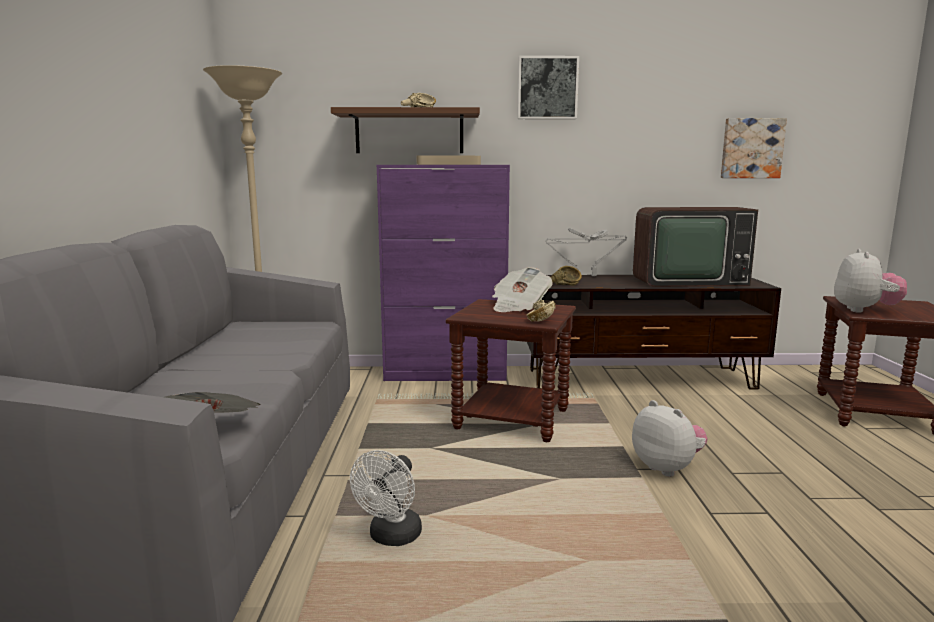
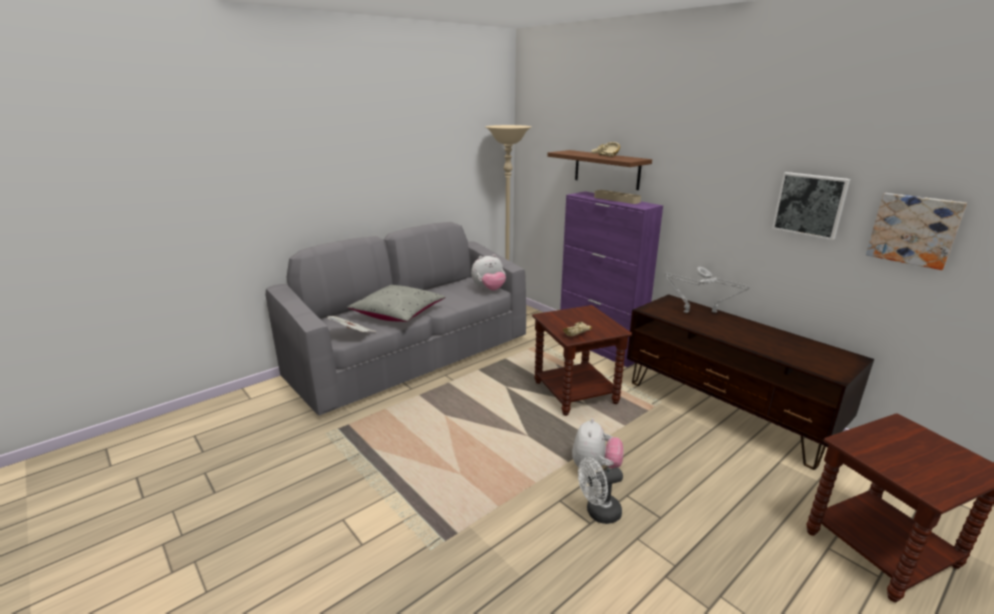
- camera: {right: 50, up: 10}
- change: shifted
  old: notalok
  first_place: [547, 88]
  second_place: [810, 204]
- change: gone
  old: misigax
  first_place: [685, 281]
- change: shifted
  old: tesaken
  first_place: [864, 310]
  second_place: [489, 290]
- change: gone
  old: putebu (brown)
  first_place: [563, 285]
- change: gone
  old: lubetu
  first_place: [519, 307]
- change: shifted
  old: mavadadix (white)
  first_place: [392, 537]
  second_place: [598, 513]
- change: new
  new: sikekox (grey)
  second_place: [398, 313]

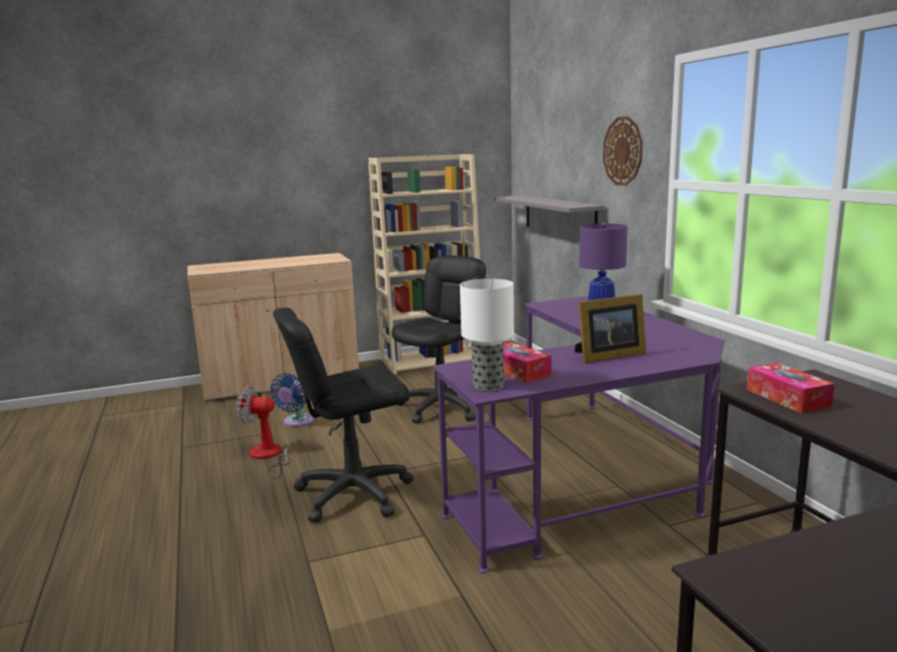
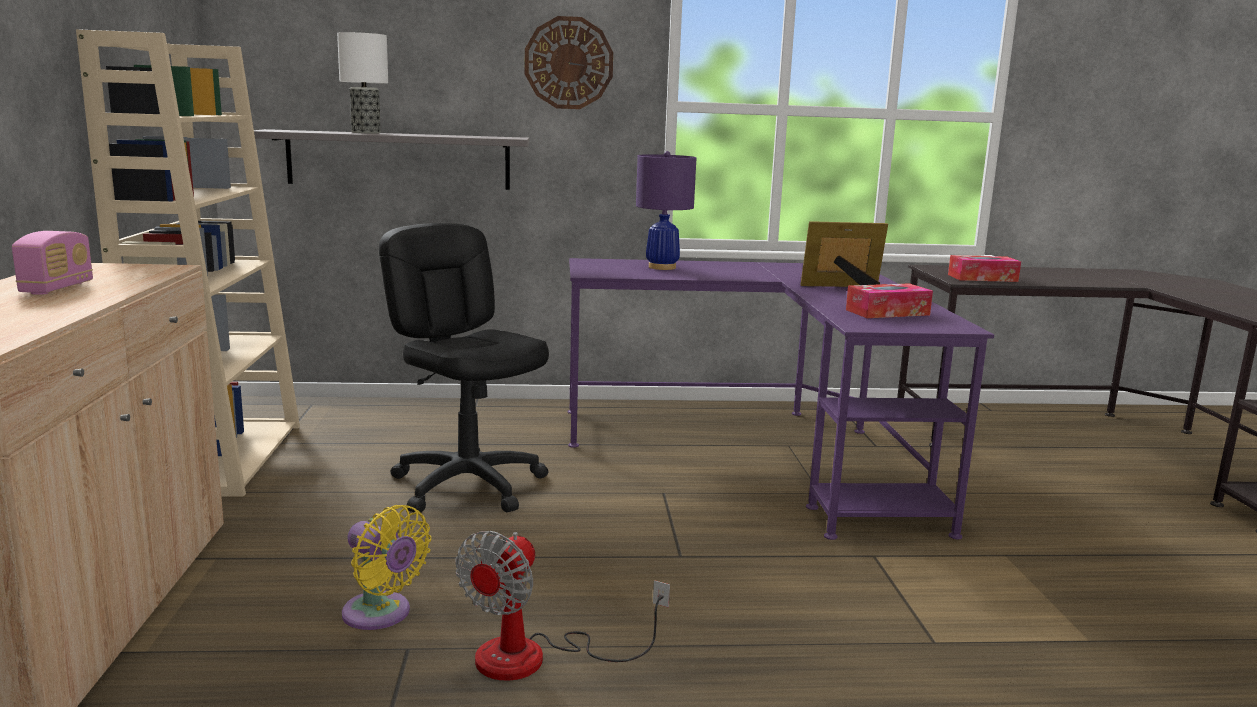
- camera: {right: -75, up: 0}
- change: shifted
  old: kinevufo
  first_place: [488, 385]
  second_place: [365, 132]
- change: rotated
  old: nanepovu
  first_place: [607, 356]
  second_place: [844, 288]
  degrees: -90
- change: gone
  old: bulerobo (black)
  first_place: [353, 494]
- change: repainted
  old: mavadadix (blue)
  new: mavadadix (yellow)
  first_place: [296, 422]
  second_place: [381, 614]
- change: new
  new: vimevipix
  second_place: [57, 288]

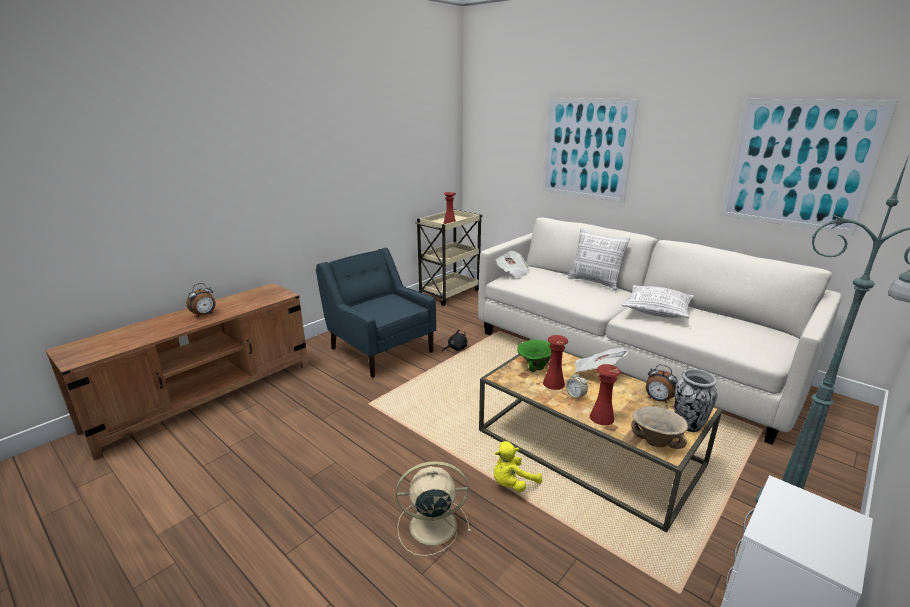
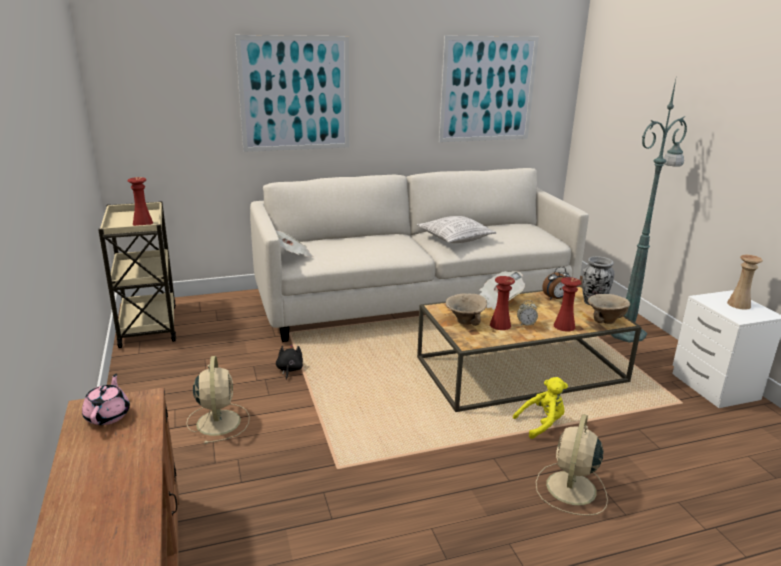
- camera: {right: -60, up: 0}
- change: gone
  old: sikekox
  first_place: [594, 282]
- change: swapped
  old: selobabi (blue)
  new: mavadadix (beige)
  first_place: [380, 349]
  second_place: [218, 421]
- change: gone
  old: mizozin
  first_place: [204, 315]
- change: repainted
  old: putebu (green)
  new: putebu (beige)
  first_place: [535, 366]
  second_place: [464, 322]
- change: rotated
  old: tesaken (yellow)
  first_place: [512, 483]
  second_place: [542, 424]
  degrees: -105
- change: new
  new: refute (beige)
  second_place: [739, 304]
- change: new
  new: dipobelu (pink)
  second_place: [108, 415]

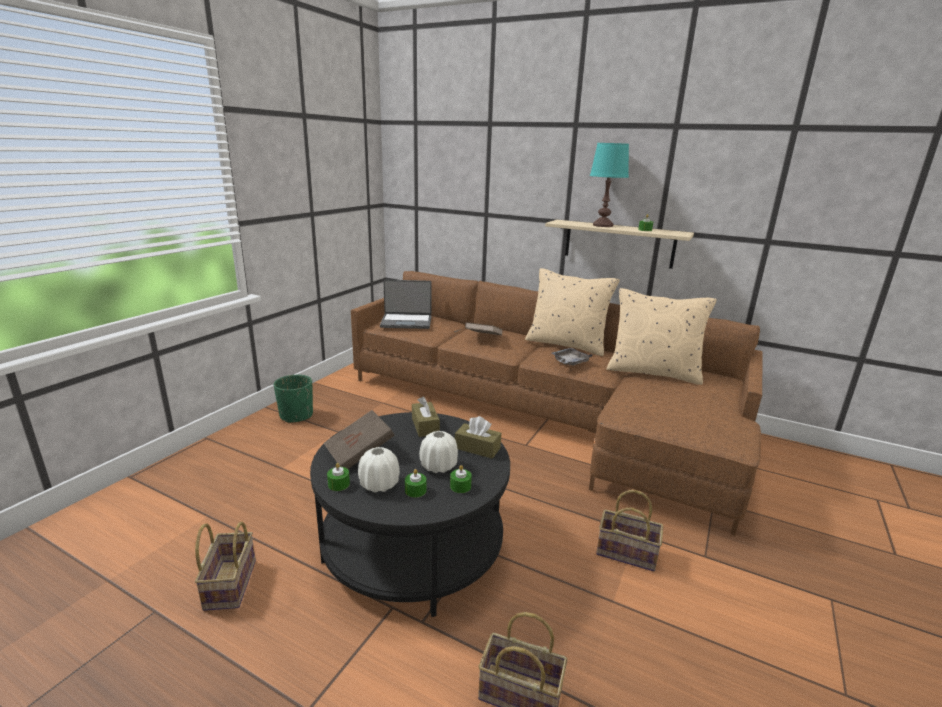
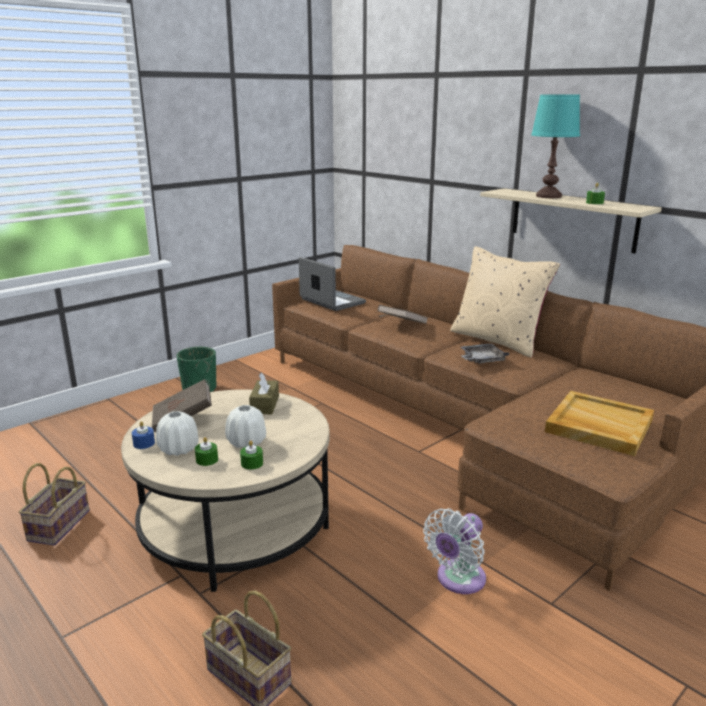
- camera: {right: 20, up: 0}
- change: rotated
  old: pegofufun
  first_place: [406, 322]
  second_place: [331, 301]
  degrees: -150
- change: gone
  old: sikekox (beige)
  first_place: [653, 372]
- change: repainted
  old: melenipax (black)
  new: melenipax (beige)
  first_place: [413, 544]
  second_place: [235, 525]
- change: gone
  old: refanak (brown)
  first_place: [477, 448]
- change: repainted
  old: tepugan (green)
  new: tepugan (blue)
  first_place: [339, 484]
  second_place: [144, 443]
- change: swapped
  old: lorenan
  new: mavadadix (white)
  first_place: [628, 553]
  second_place: [458, 580]
- change: new
  new: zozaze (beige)
  second_place: [598, 426]

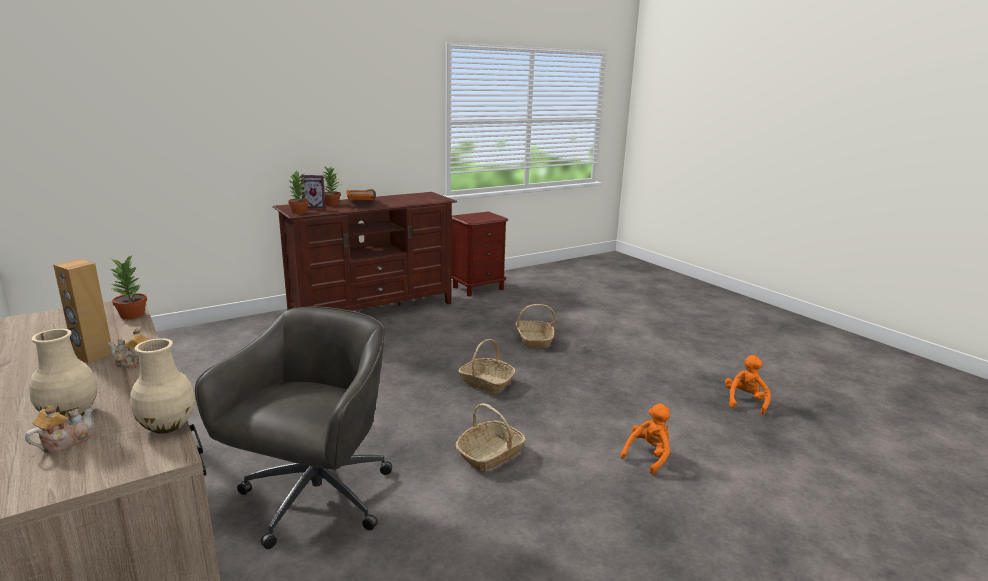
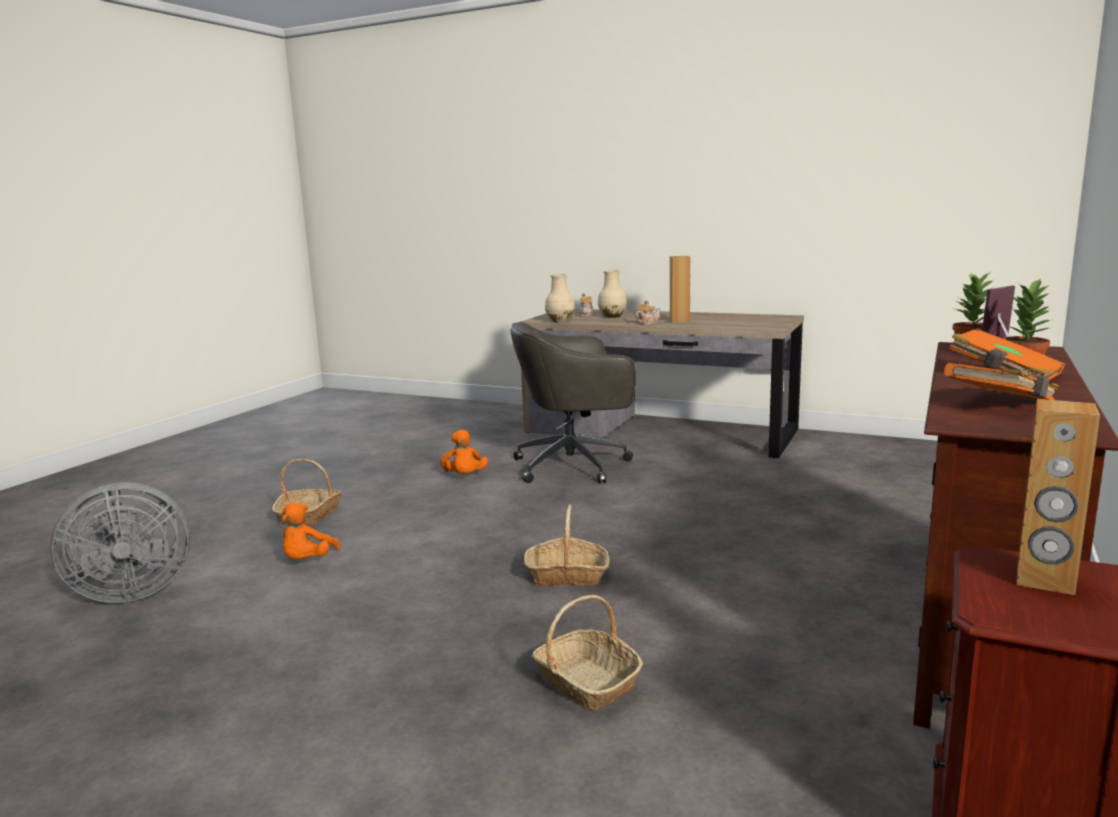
- camera: {right: 150, up: -5}
- change: gone
  old: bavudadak
  first_place: [133, 315]
- change: rotated
  old: bulerobo (grey)
  first_place: [314, 499]
  second_place: [575, 465]
  degrees: 90
- change: shifted
  old: tesaken (orange)
  first_place: [745, 401]
  second_place: [465, 477]
- change: shifted
  old: lorenan
  first_place: [490, 454]
  second_place: [309, 515]
- change: new
  new: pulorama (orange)
  second_place: [1001, 404]
- change: new
  new: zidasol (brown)
  second_place: [1045, 580]
- change: new
  new: mavadadix (grey)
  second_place: [128, 593]

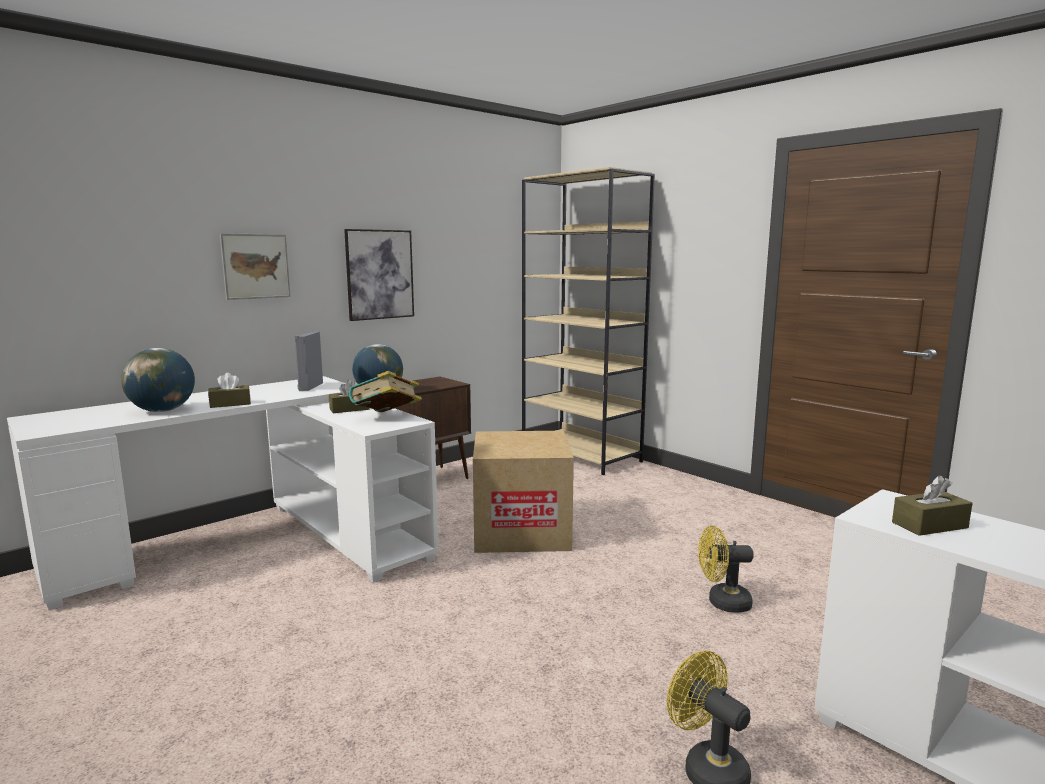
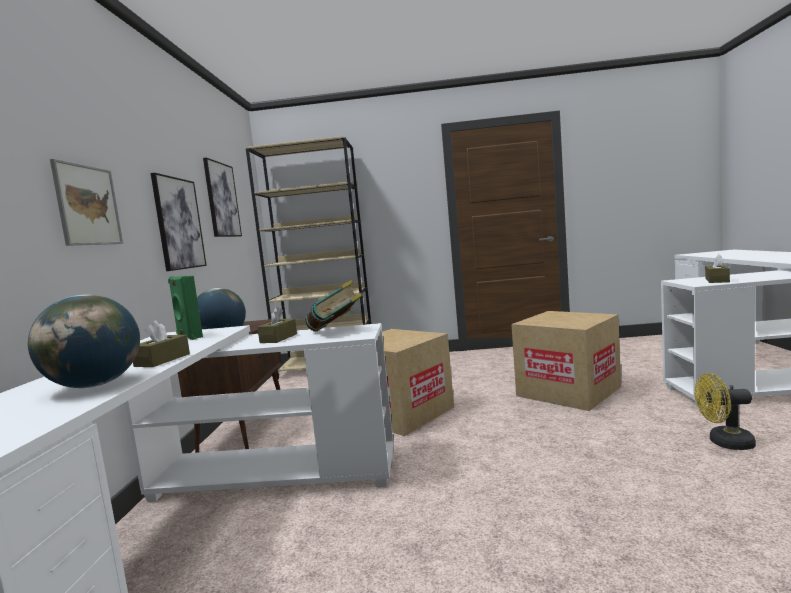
- camera: {right: -45, up: -5}
- change: repainted
  old: zidasol (grey)
  new: zidasol (green)
  first_place: [309, 387]
  second_place: [188, 336]
- change: swapped
  old: mavadadix (yellow)
  new: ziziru
  first_place: [722, 602]
  second_place: [568, 391]
- change: new
  new: notalok
  second_place: [222, 200]

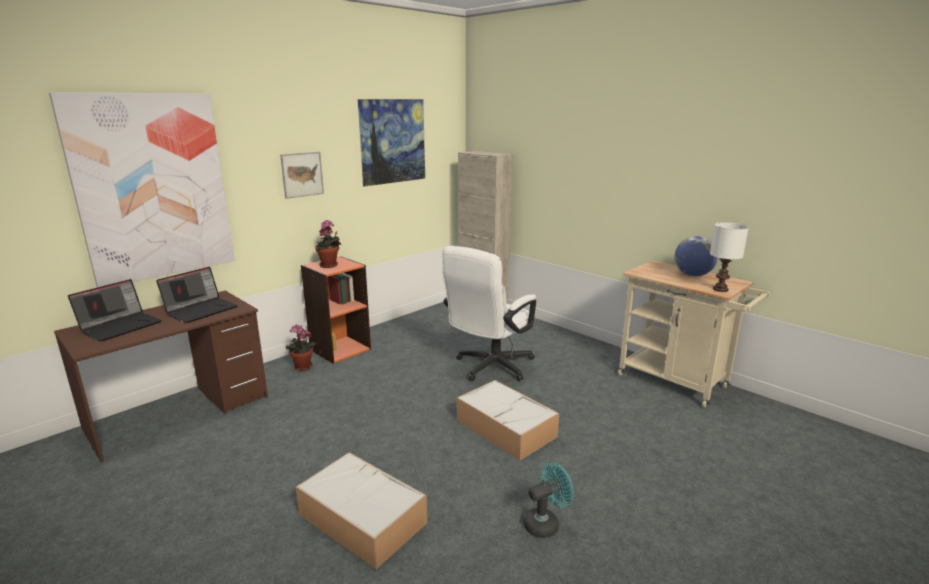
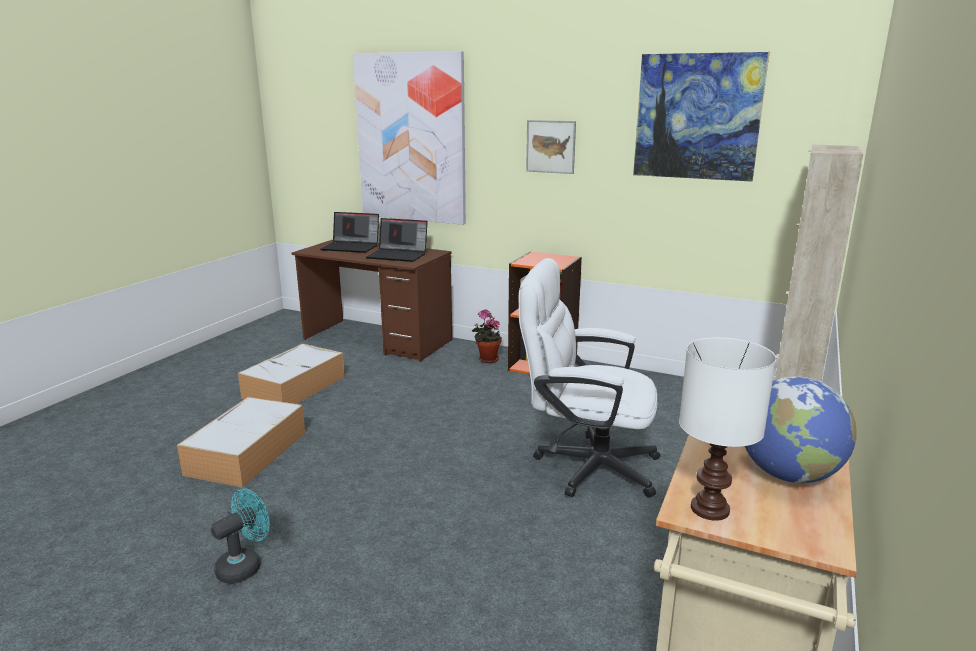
- camera: {right: 70, up: 0}
- change: gone
  old: bavudadak
  first_place: [330, 266]
- change: shifted
  old: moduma
  first_place: [507, 429]
  second_place: [294, 388]
- change: rotated
  old: mavadadix (turquoise)
  first_place: [545, 523]
  second_place: [245, 565]
  degrees: -90

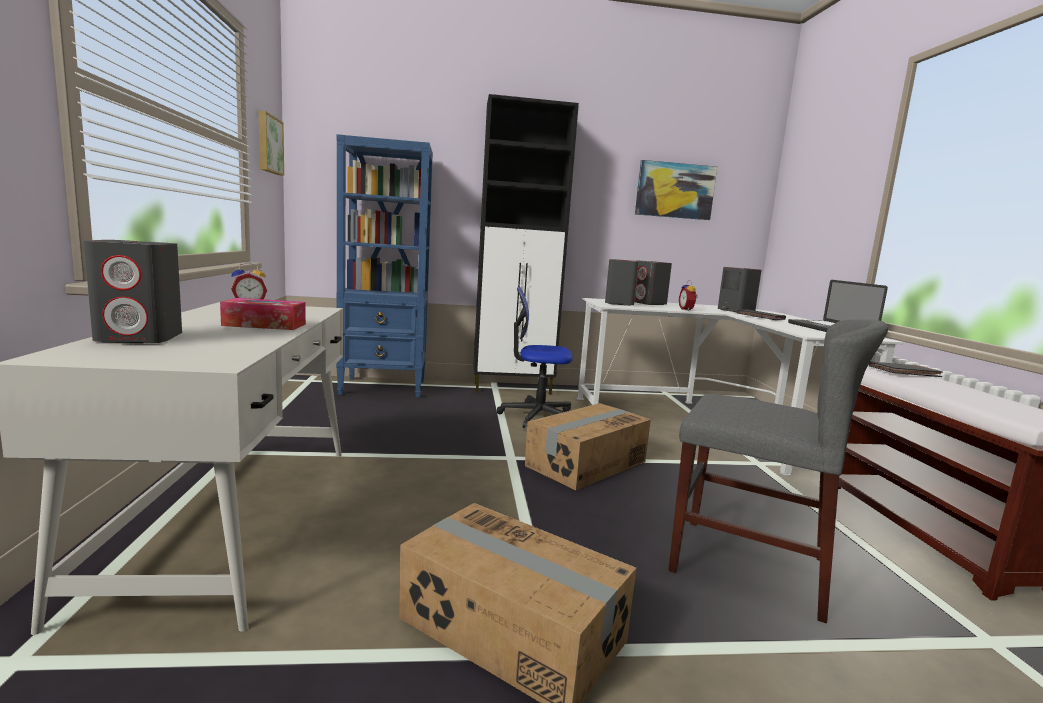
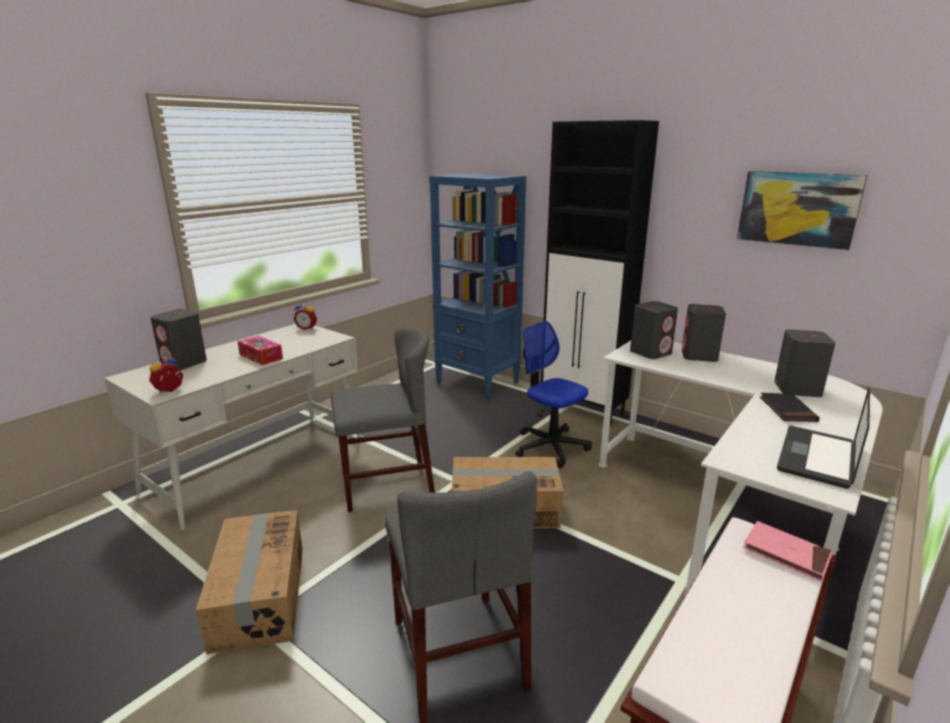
- camera: {right: 45, up: 10}
- change: gone
  old: notalok
  first_place: [268, 144]
- change: shifted
  old: mizozin
  first_place: [687, 309]
  second_place: [170, 391]
- change: repainted
  old: pulorama (black)
  new: pulorama (pink)
  first_place: [904, 372]
  second_place: [786, 553]
- change: new
  new: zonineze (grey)
  second_place: [387, 484]

